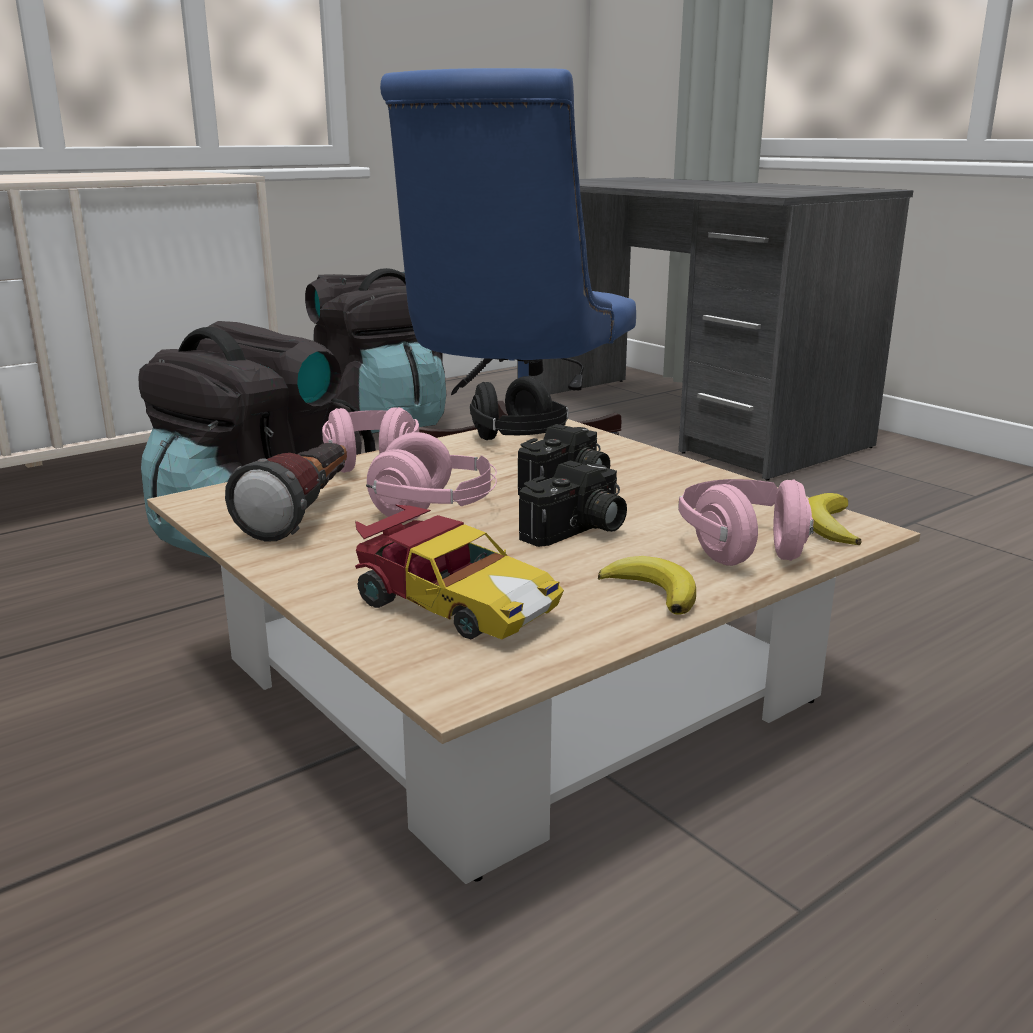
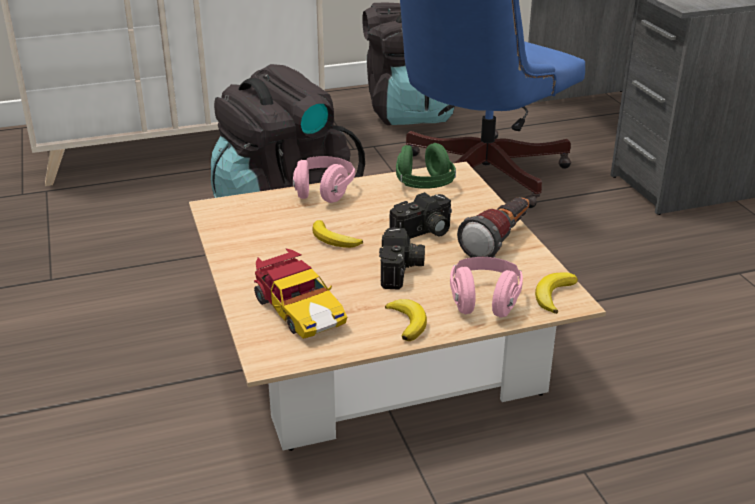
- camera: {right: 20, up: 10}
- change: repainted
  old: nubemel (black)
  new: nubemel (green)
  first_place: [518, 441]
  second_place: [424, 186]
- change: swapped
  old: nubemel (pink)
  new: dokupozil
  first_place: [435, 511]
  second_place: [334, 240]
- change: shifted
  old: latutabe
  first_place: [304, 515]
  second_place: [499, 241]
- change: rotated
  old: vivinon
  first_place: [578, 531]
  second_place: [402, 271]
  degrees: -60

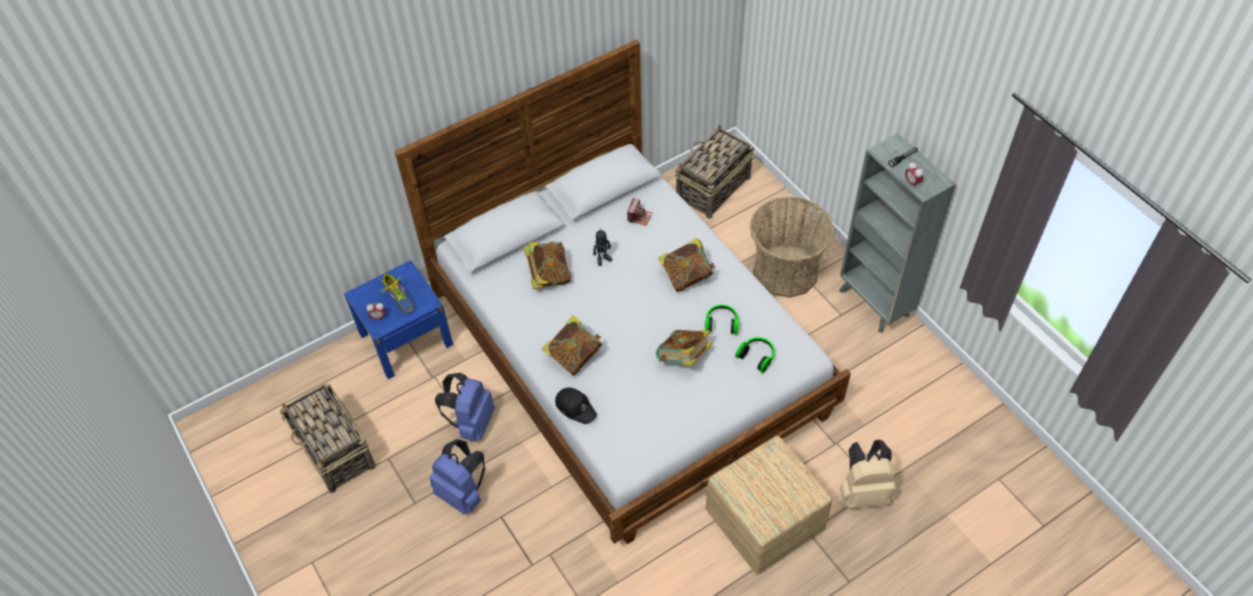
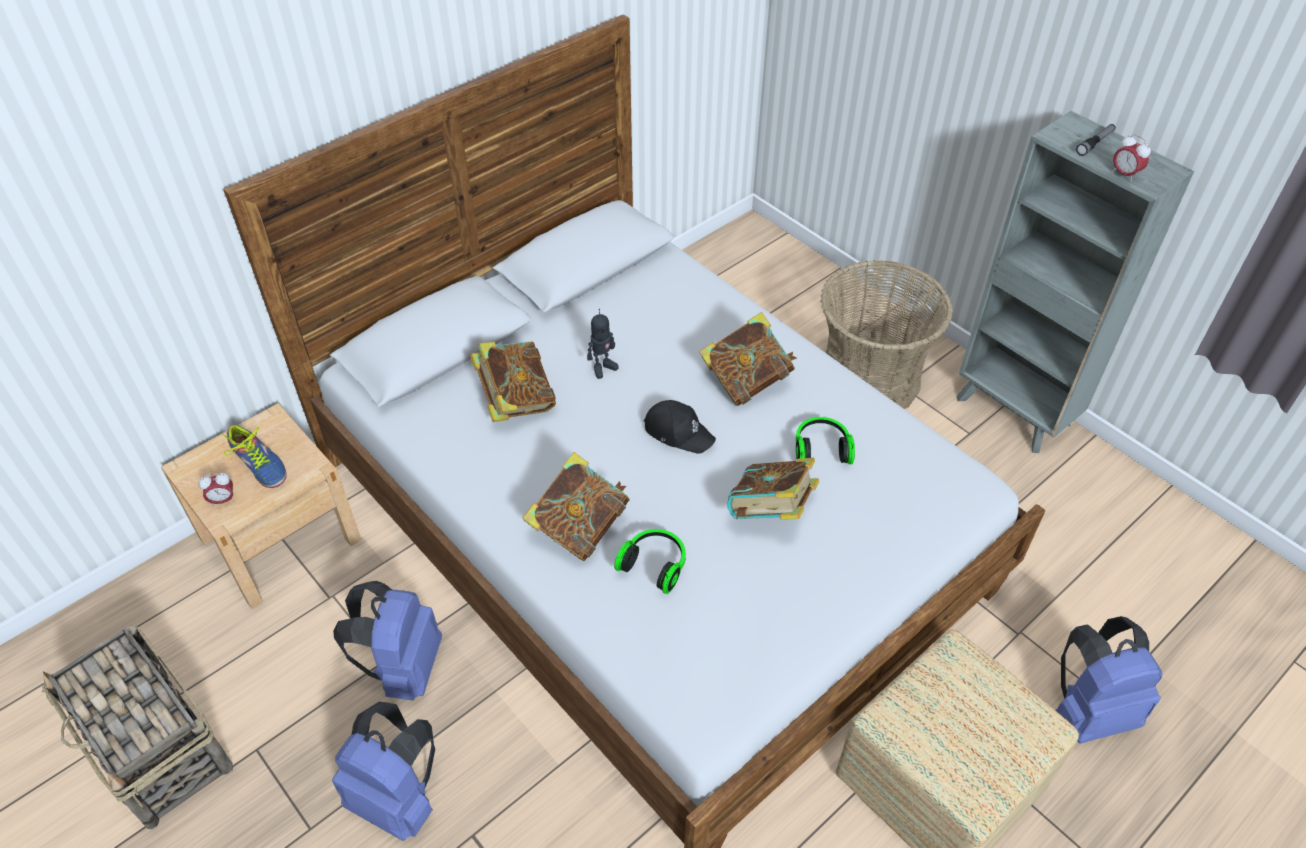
- camera: {right: -10, up: -5}
- change: gone
  old: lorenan
  first_place: [712, 189]
- change: gone
  old: vivinon
  first_place: [639, 217]
- change: repainted
  old: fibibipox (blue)
  new: fibibipox (beige)
  first_place: [406, 339]
  second_place: [280, 539]
- change: shifted
  old: nubemel
  first_place: [757, 356]
  second_place: [655, 565]
- change: shifted
  old: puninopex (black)
  first_place: [575, 407]
  second_place: [678, 432]
- change: repainted
  old: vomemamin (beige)
  new: vomemamin (blue)
  first_place: [863, 492]
  second_place: [1089, 711]

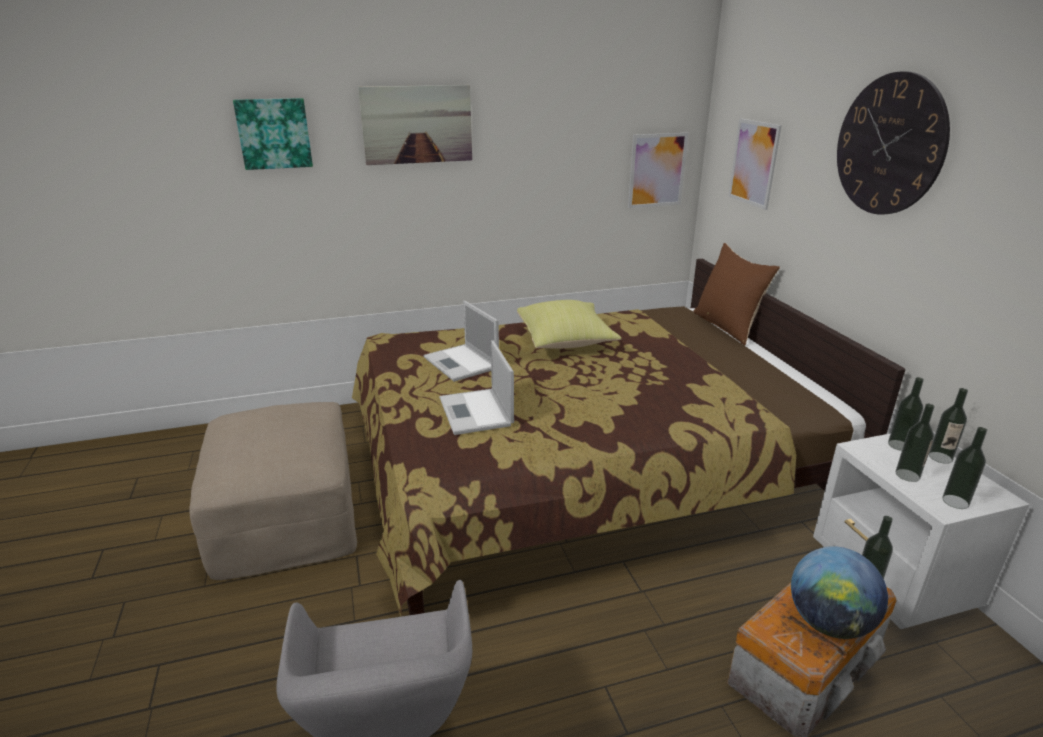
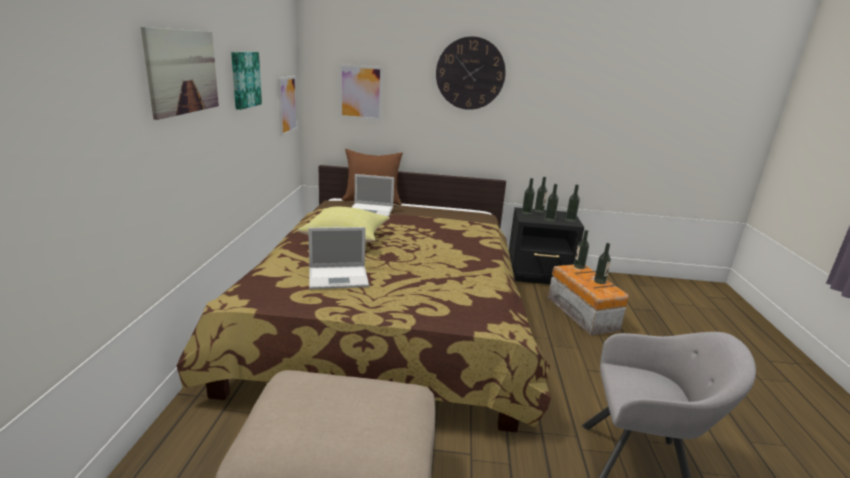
- camera: {right: -70, up: -5}
- change: shifted
  old: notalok
  first_place: [274, 133]
  second_place: [244, 79]
- change: shifted
  old: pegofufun
  first_place: [476, 412]
  second_place: [372, 210]
- change: repainted
  old: fibibipox (white)
  new: fibibipox (black)
  first_place: [890, 581]
  second_place: [539, 275]
- change: swapped
  old: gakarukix
  new: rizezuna
  first_place: [828, 623]
  second_place: [599, 281]

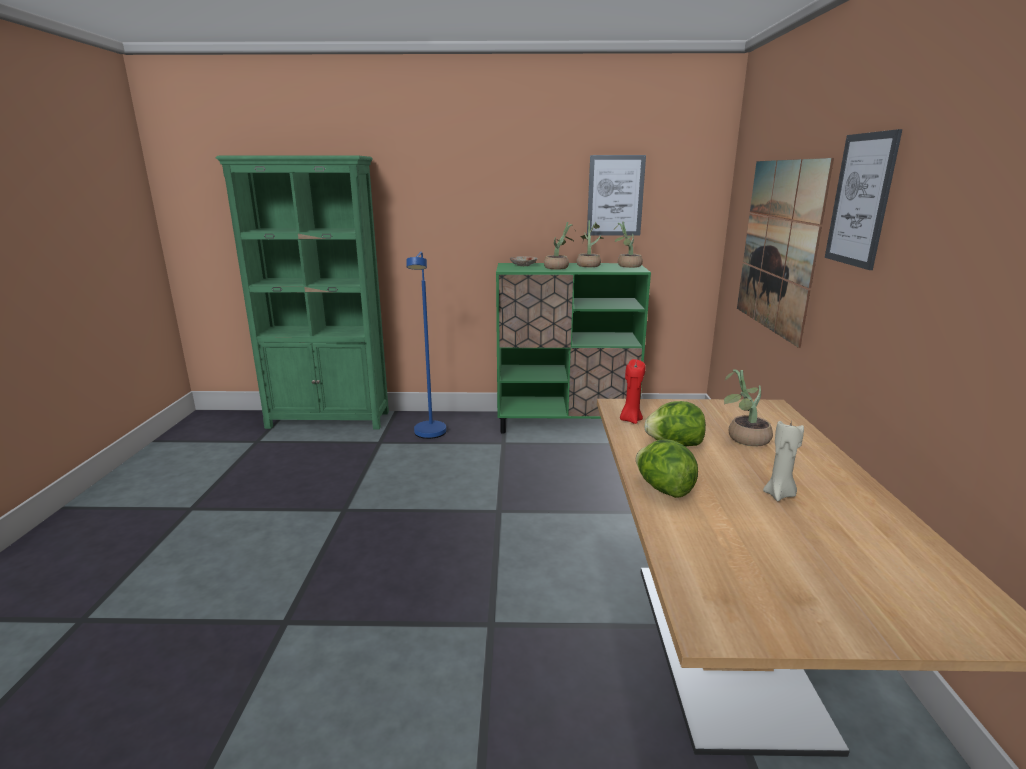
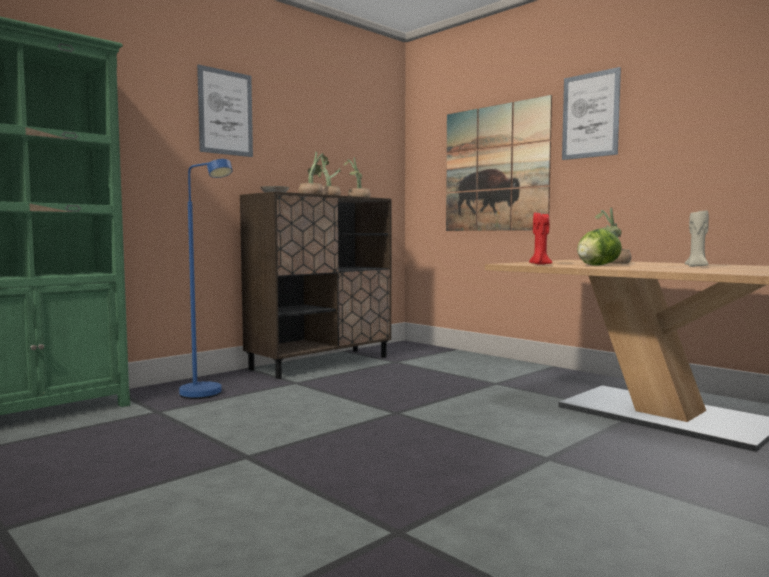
- camera: {right: -45, up: -15}
- change: shifted
  old: notalok
  first_place: [615, 196]
  second_place: [225, 112]
- change: repainted
  old: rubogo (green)
  new: rubogo (brown)
  first_place: [566, 423]
  second_place: [321, 363]
- change: gone
  old: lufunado
  first_place: [663, 489]

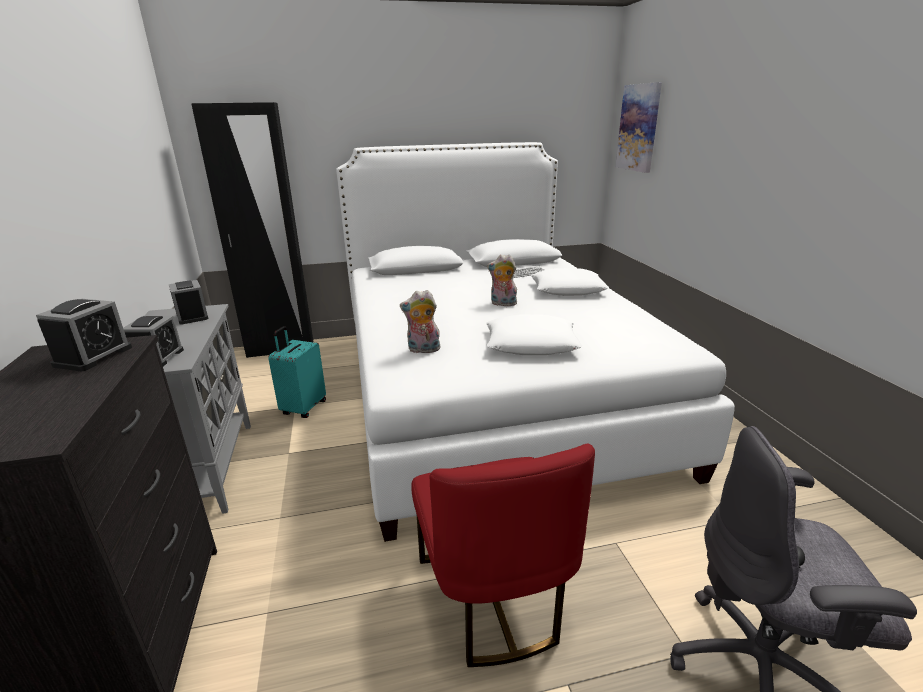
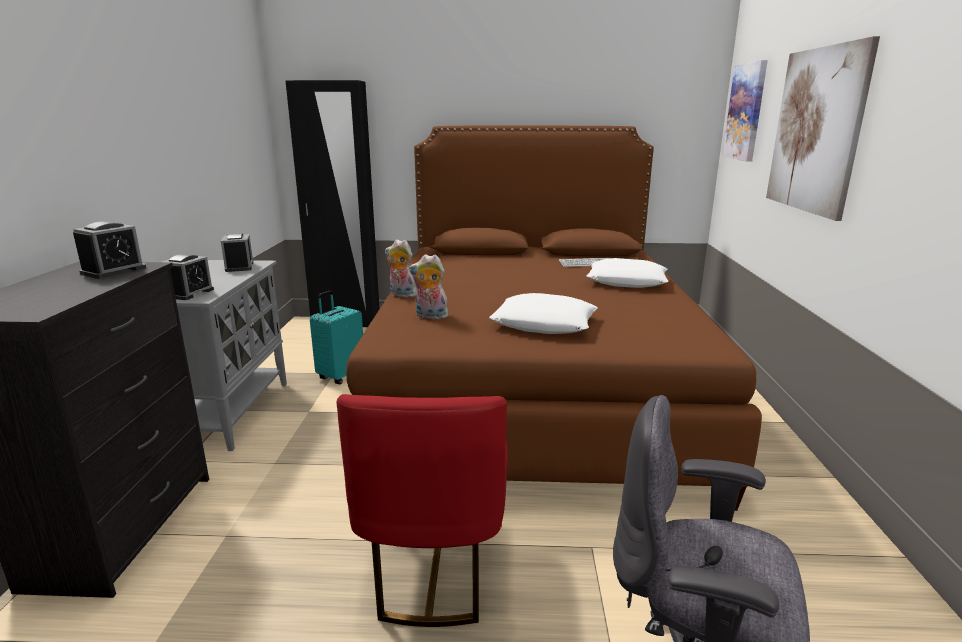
- camera: {right: 15, up: -5}
- change: repainted
  old: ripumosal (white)
  new: ripumosal (brown)
  first_place: [489, 391]
  second_place: [532, 386]
- change: shifted
  old: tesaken
  first_place: [502, 304]
  second_place: [401, 295]
- change: new
  new: notalok
  second_place: [816, 130]

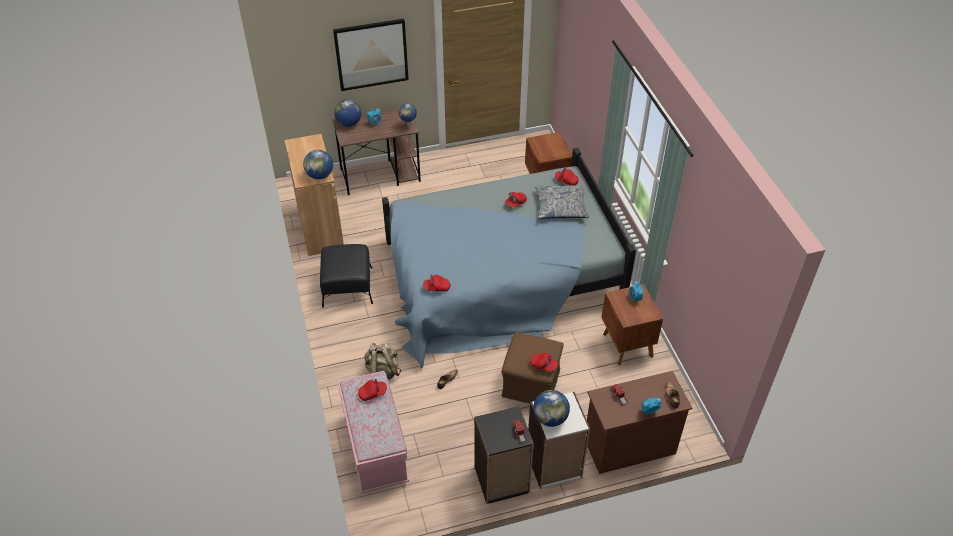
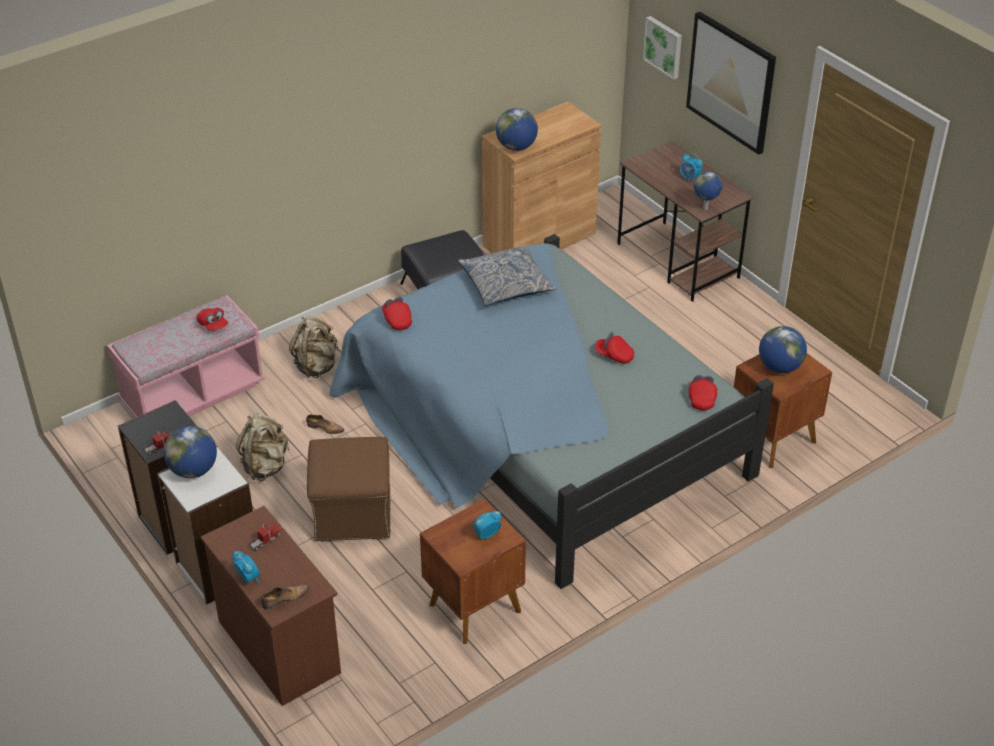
- camera: {right: 70, up: -5}
- change: shifted
  old: gakarukix
  first_place: [349, 123]
  second_place: [780, 367]
- change: shifted
  old: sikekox
  first_place: [560, 207]
  second_place: [506, 284]
- change: gone
  old: puninopex (red)
  first_place: [543, 366]
- change: new
  new: notalok
  second_place: [664, 46]
- change: new
  new: vomemamin (beige)
  second_place: [265, 466]

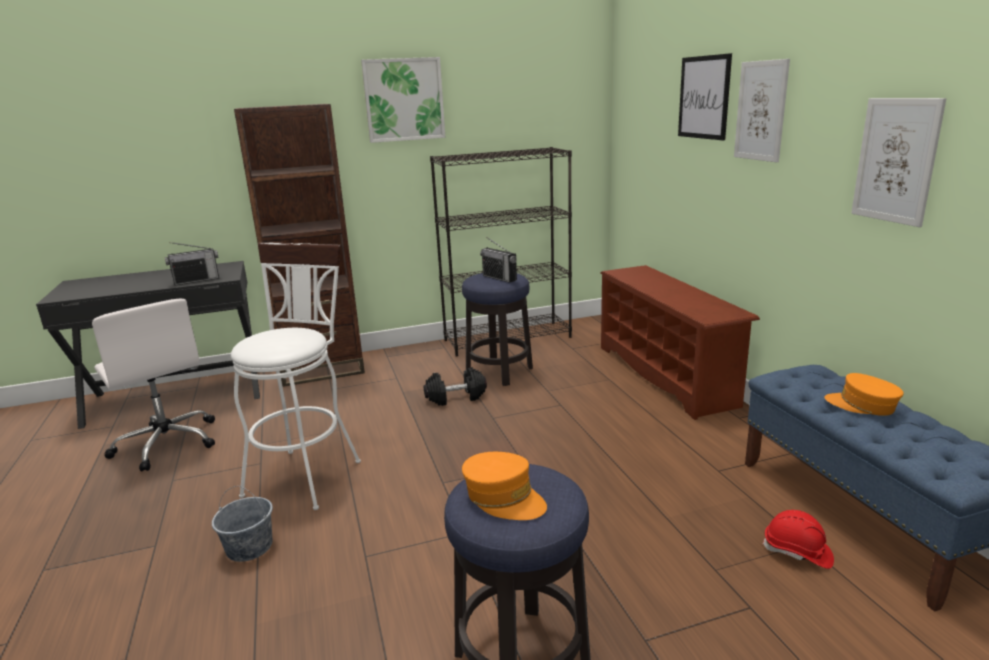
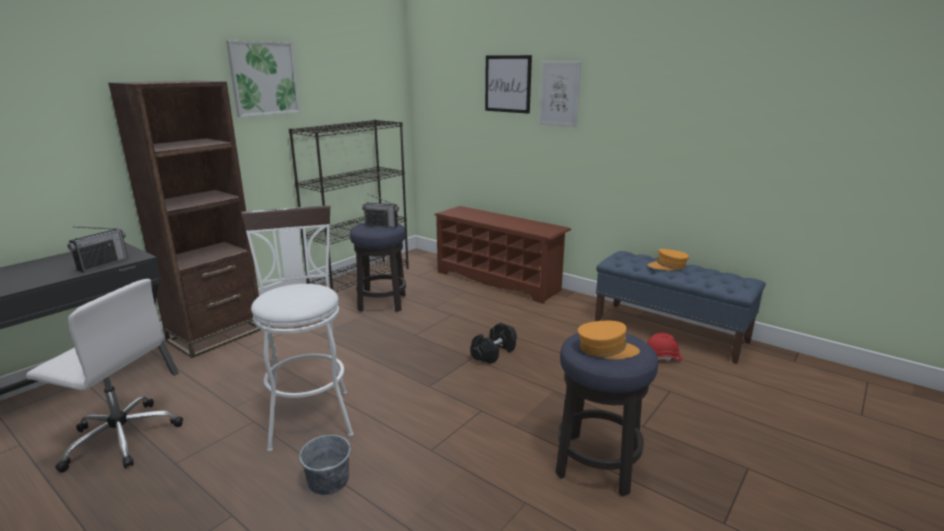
- camera: {right: -35, up: 0}
- change: gone
  old: notalok
  first_place: [896, 160]
- change: shifted
  old: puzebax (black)
  first_place: [456, 398]
  second_place: [493, 353]

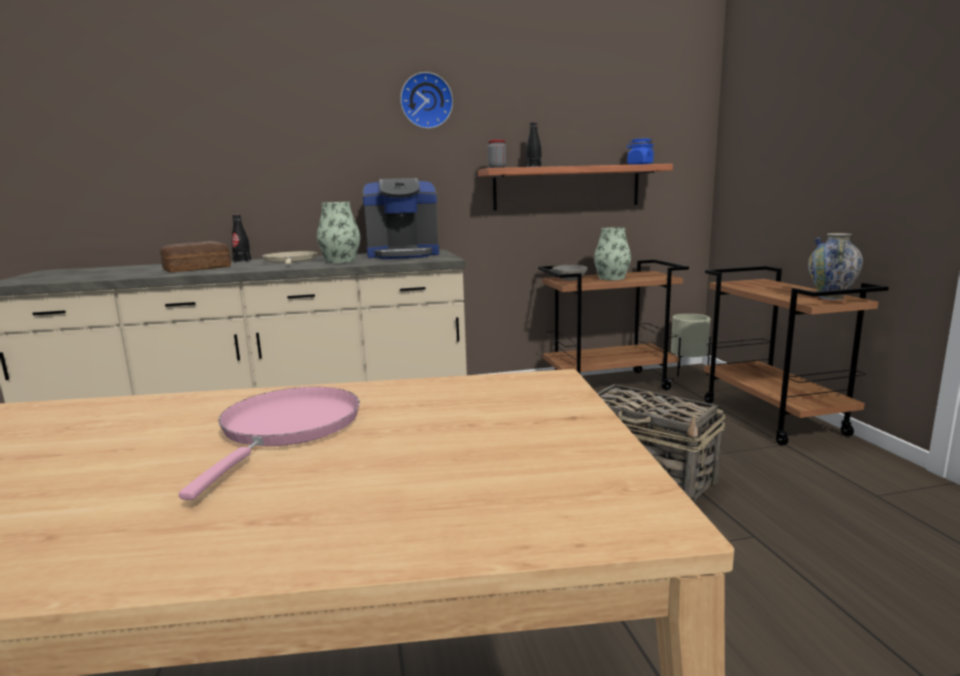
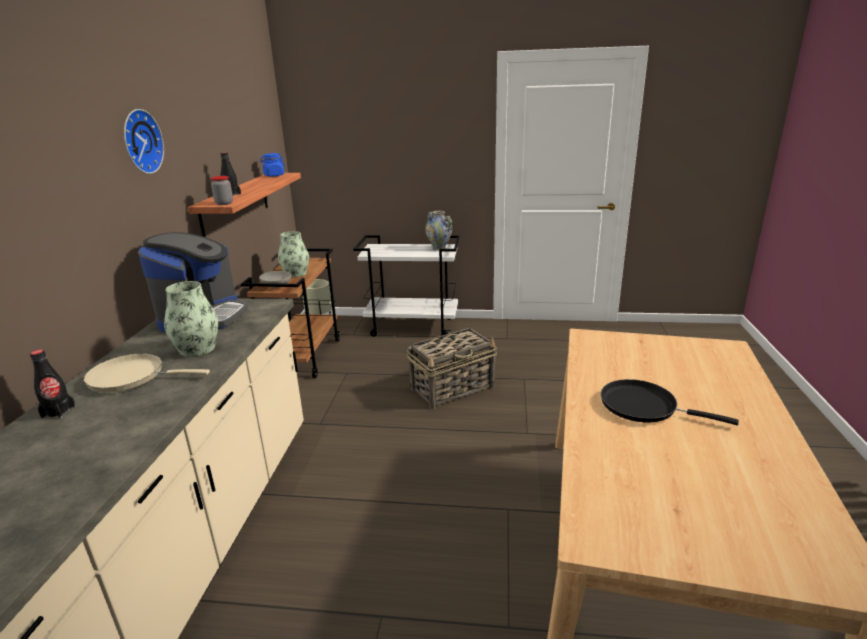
- camera: {right: -70, up: 10}
- change: gone
  old: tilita
  first_place: [196, 268]
- change: repainted
  old: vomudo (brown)
  new: vomudo (white)
  first_place: [774, 418]
  second_place: [413, 327]
- change: repainted
  old: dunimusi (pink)
  new: dunimusi (black)
  first_place: [287, 429]
  second_place: [644, 406]

